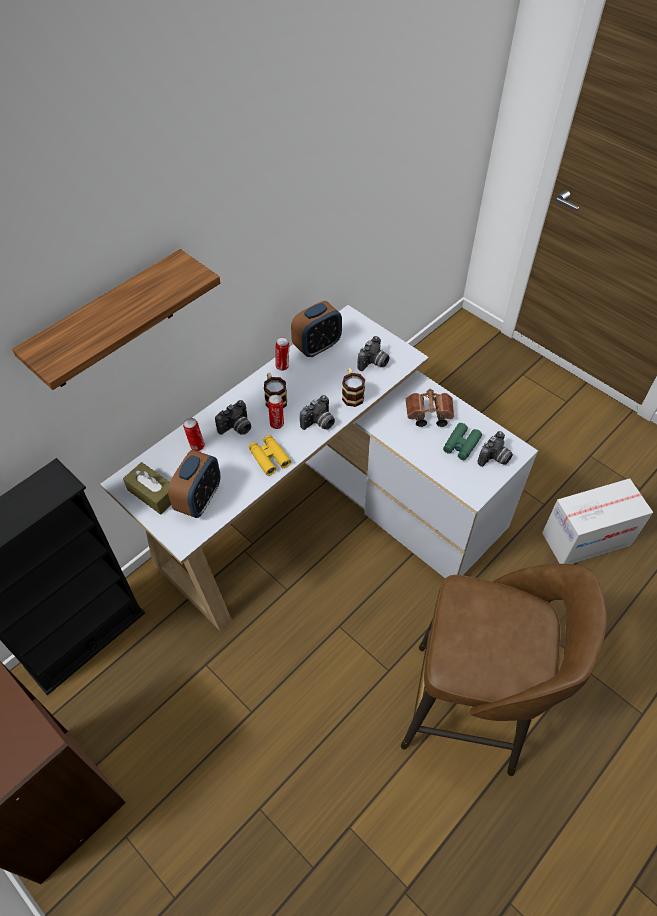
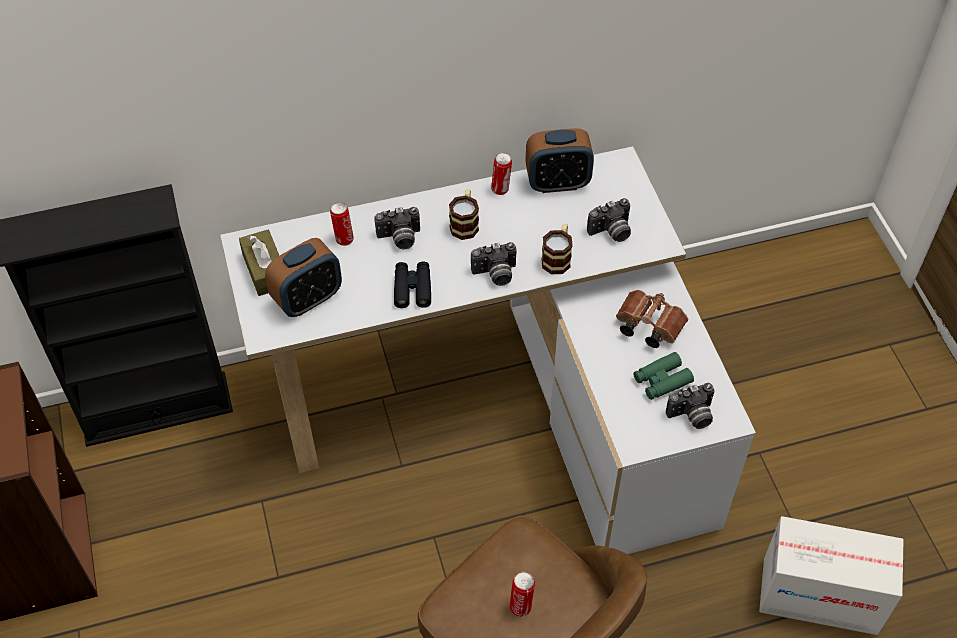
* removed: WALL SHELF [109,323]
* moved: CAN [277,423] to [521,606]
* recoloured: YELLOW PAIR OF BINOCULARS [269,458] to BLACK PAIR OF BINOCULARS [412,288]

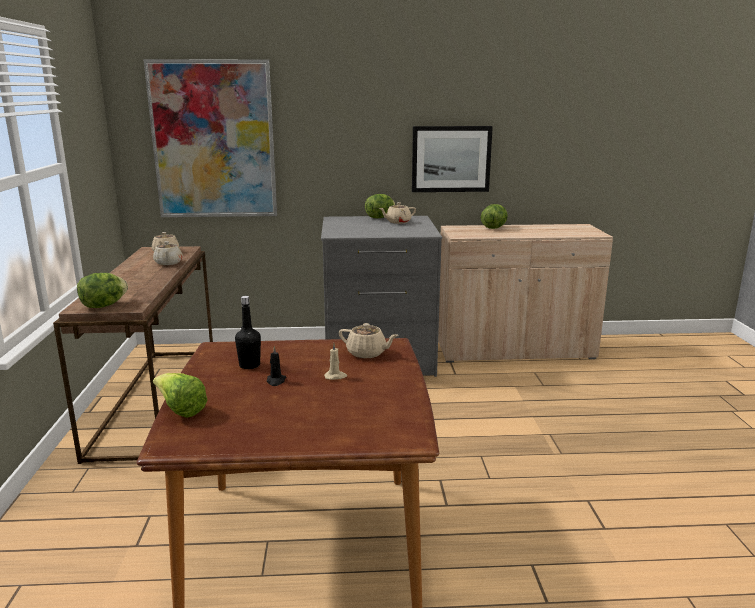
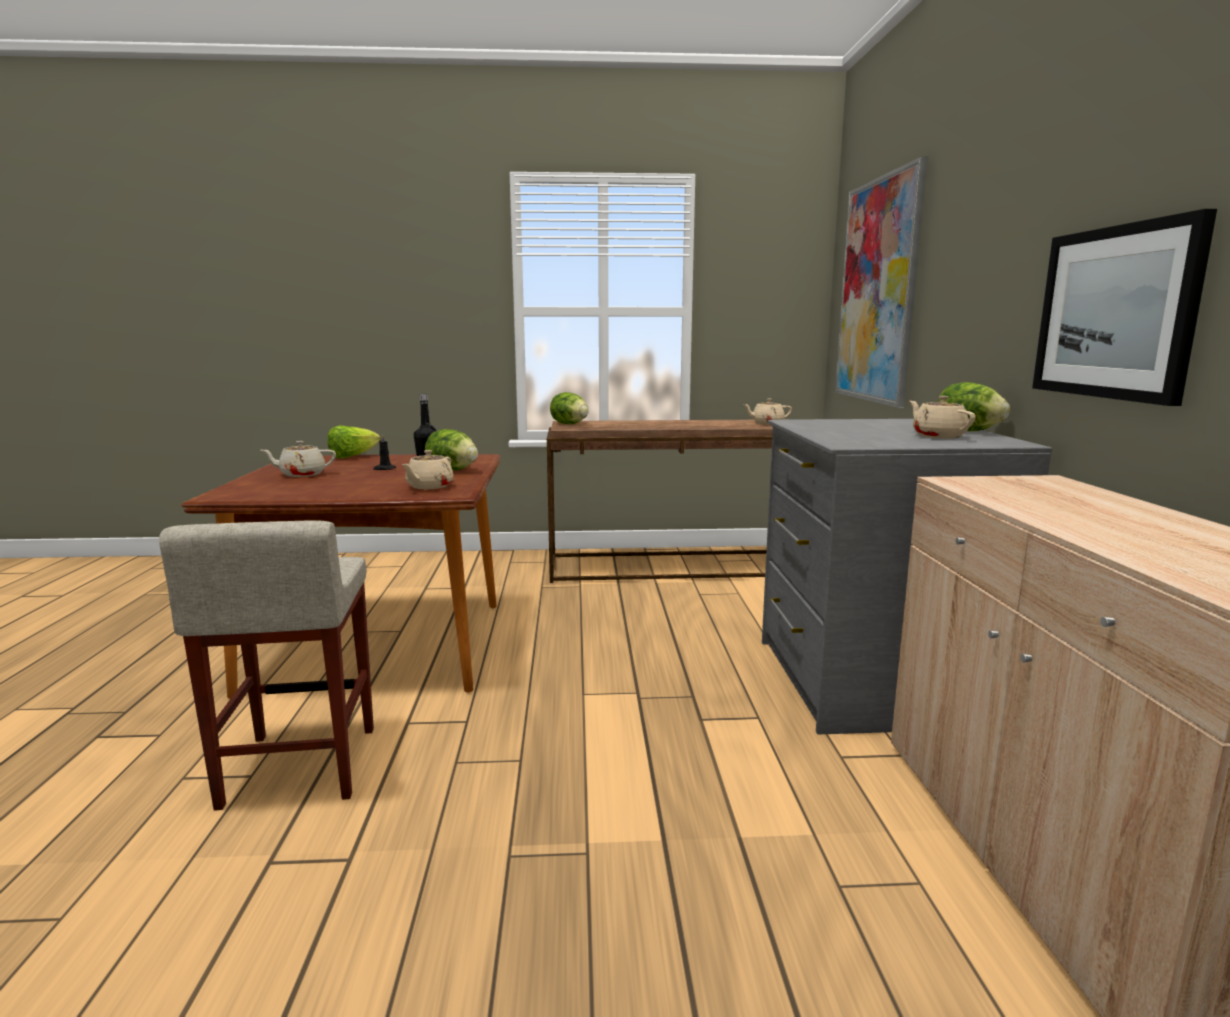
* moved: LETTUCE HEAD [494,228] to [452,470]
* moved: SAND-COLOURED TEA POT [168,263] to [301,474]
* removed: SAND-COLOURED WAX LIGHT [335,376]
* added: SAND-COLOURED SITTING STOOL [299,767]

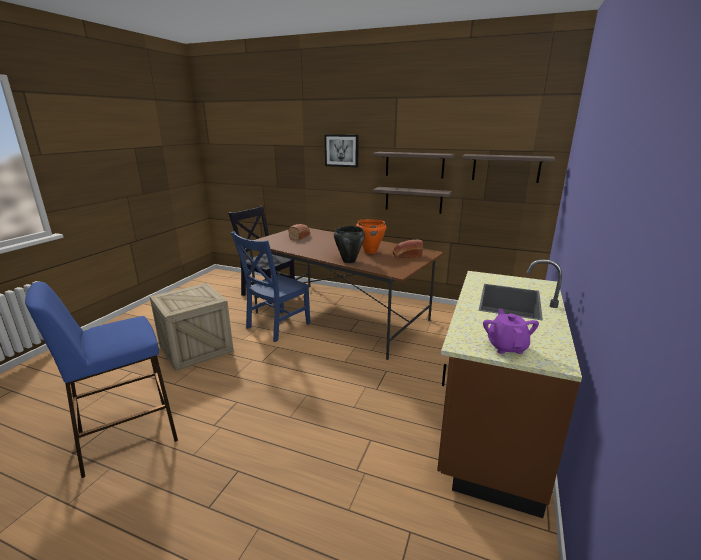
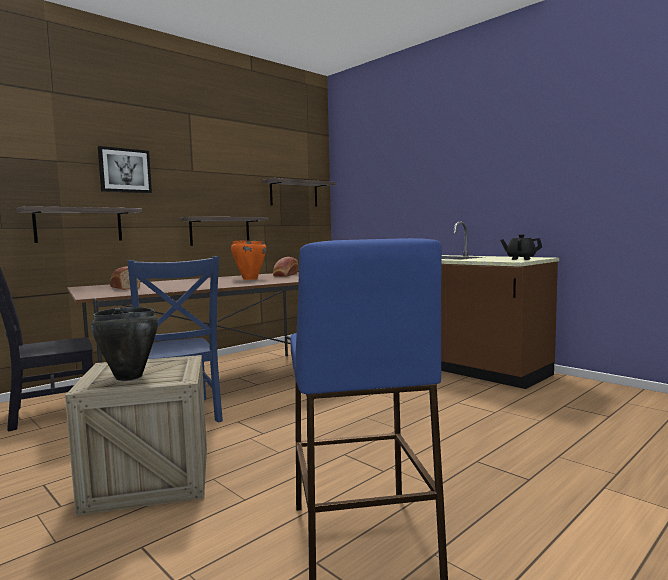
* moved: WALL SHELF [414,164] to [79,225]
* moved: BLACK SAUCEPOT [348,261] to [128,377]
* recoloured: PURPLISH TEA POT [506,347] to BLACK TEA POT [520,259]

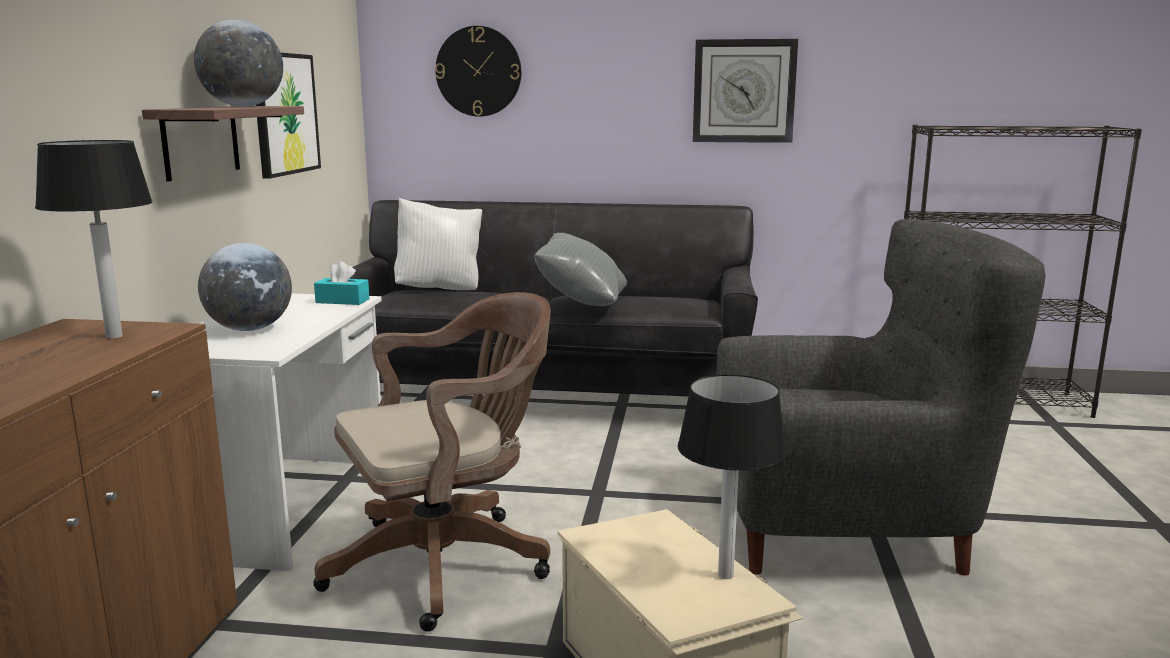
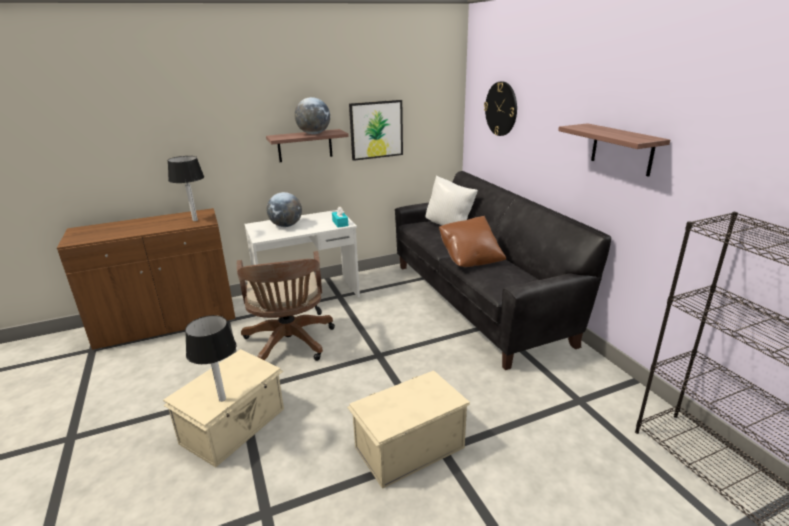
* replaced: HANGING CLOCK [744,91] to WALL SHELF [622,149]
* replaced: GRAY ARMCHAIR [846,528] to SAND-COLOURED STORAGE BOX [408,447]
* recoloured: GRAY CUSHION [581,302] to BROWN-COLOURED CUSHION [470,260]
* turned: BROWN-COLOURED COMPUTER CHAIR [448,562] = [289,344] 45 degrees clockwise

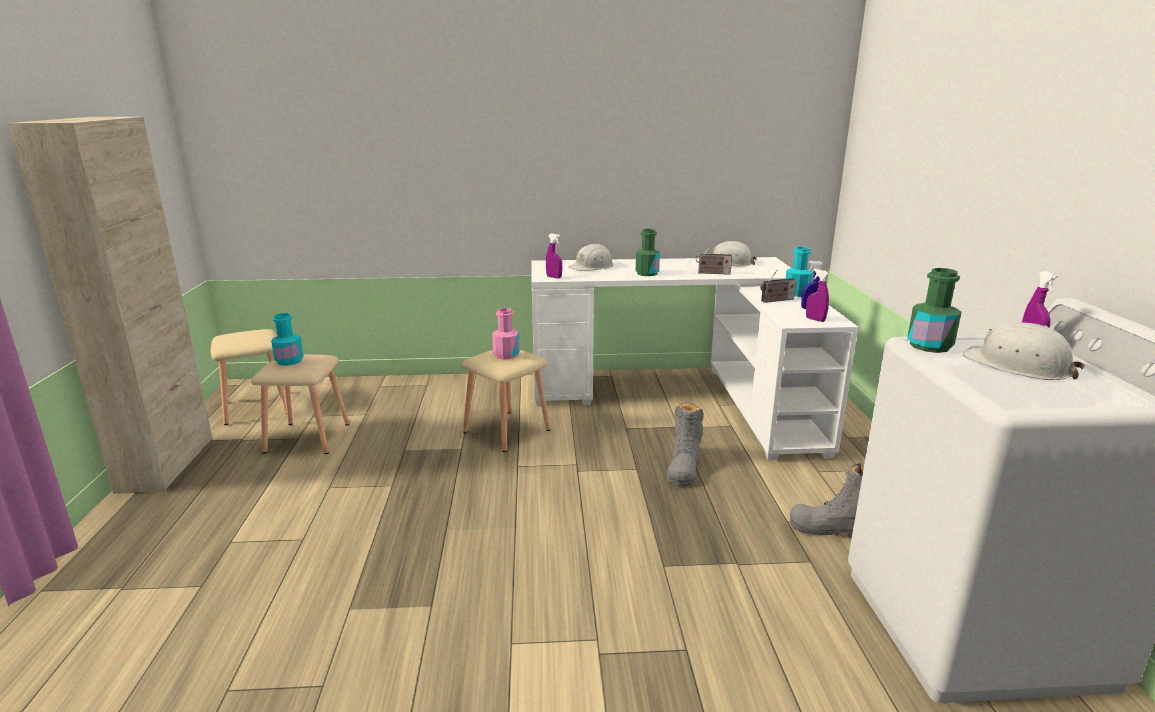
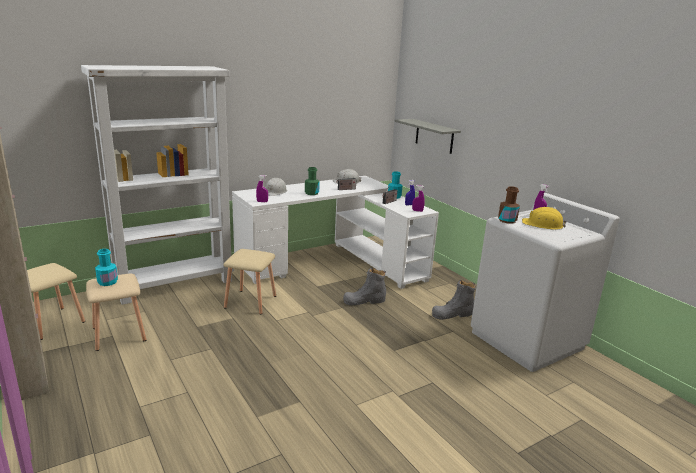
* recoloured: GREEN BOTTLE [929,346] to BROWN-COLOURED BOTTLE [507,220]
* removed: PINK BOTTLE [506,355]
* recoloured: WHITE-COLOURED HARD HAT [1018,365] to YELLOW HARD HAT [543,224]
* turned: GRAY BOOT [683,467] = [364,301] 90 degrees clockwise
* added: WHITE-COLOURED BOOKSHELF [175,284]
* added: GRAY WALL SHELF [434,136]

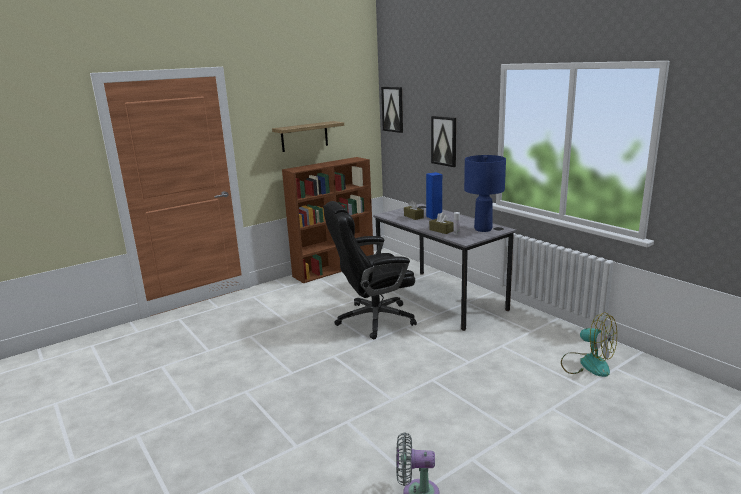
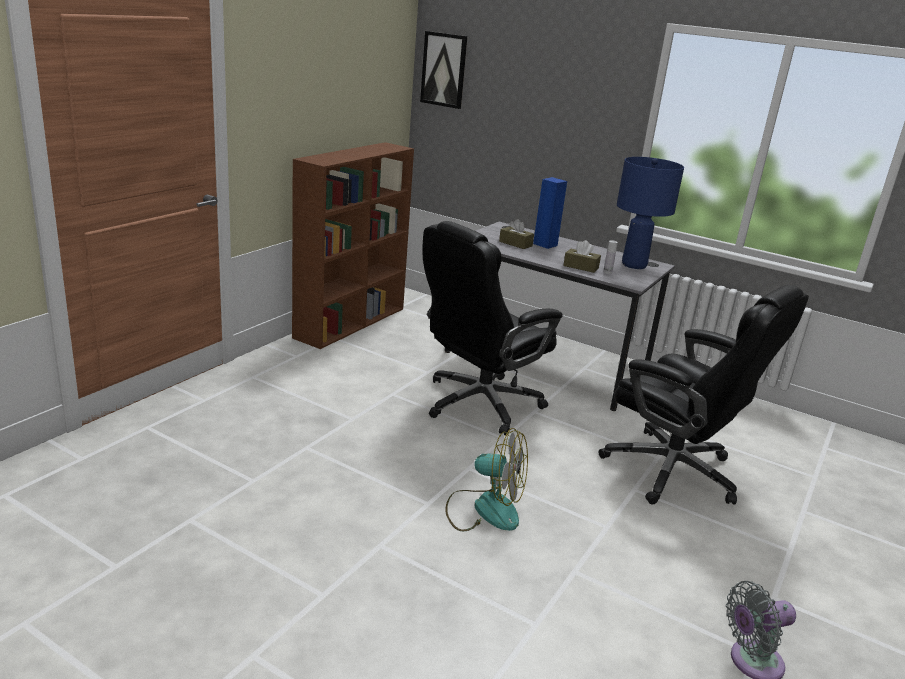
* removed: WALL ART [444,141]
* removed: WALL SHELF [304,136]
* moved: ELECTRIC FAN [587,364] to [484,509]
* added: BLACK COMPUTER CHAIR [674,472]

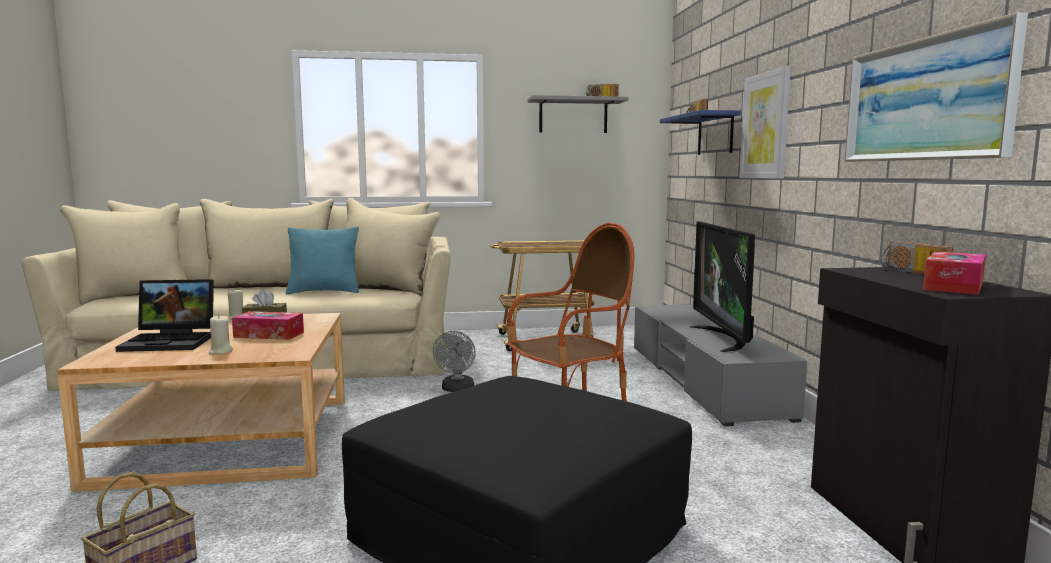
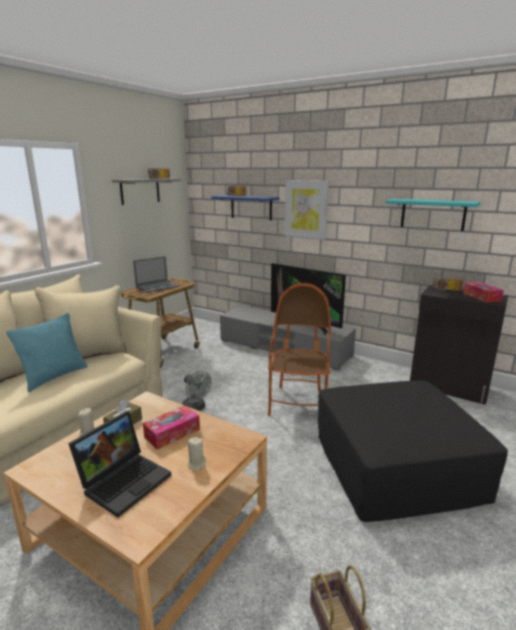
* replaced: WALL ART [925,100] to BLUE-GREEN WALL SHELF [433,214]
* added: NOTEBOOK COMPUTER [157,286]

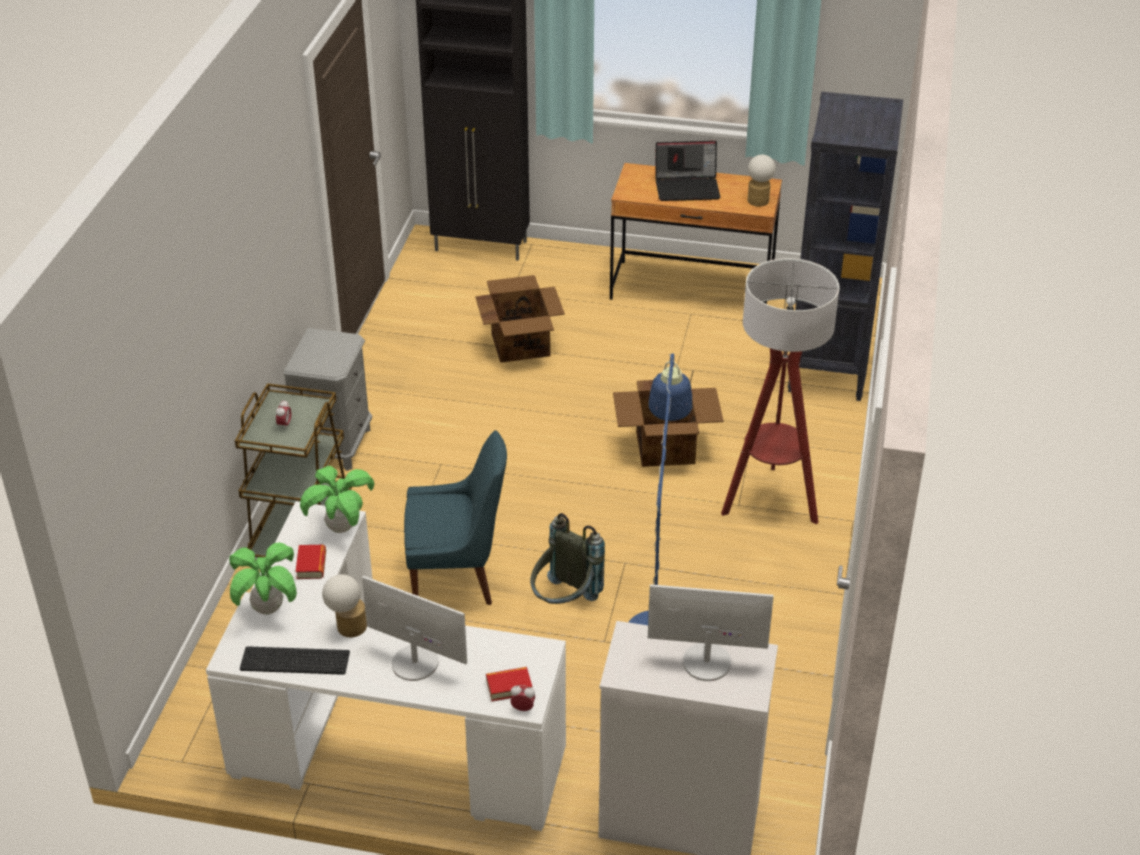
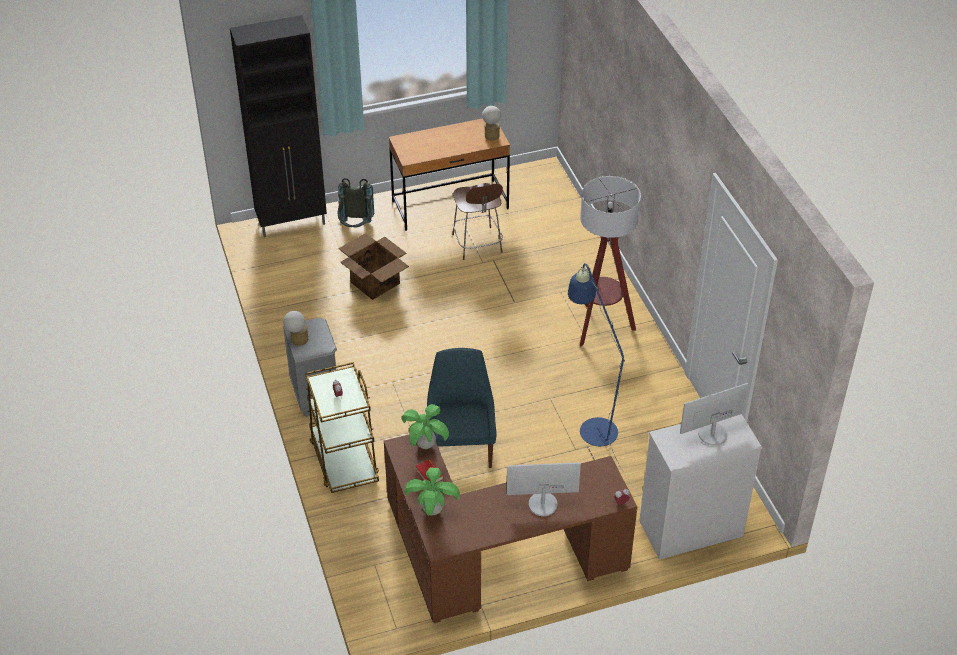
* removed: BLACK BOOKSHELF [827,369]
* removed: NOTEBOOK COMPUTER [688,187]
* removed: CARTON [666,448]
* turned: BLUE-COLOURED PLAIN CHAIR [457,576] = [461,447] 60 degrees counterclockwise
* recoloured: WHITE-COLOURED DESK TABLE [376,734] to BROWN-COLOURED DESK TABLE [494,560]
* moved: GRAY BACKPACK [564,602] to [356,228]
* moved: LAMP FOR A TABLE [347,626] to [297,340]
* removed: PC KEYBOARD [293,662]
* removed: VOLUME [509,687]
* added: BROWN-COLOURED SITTING STOOL [477,245]

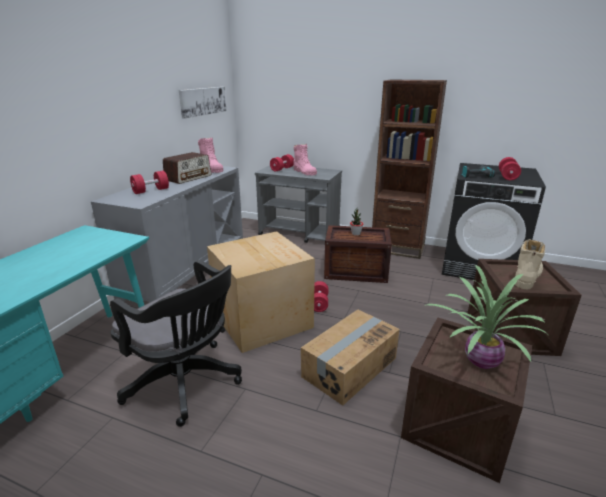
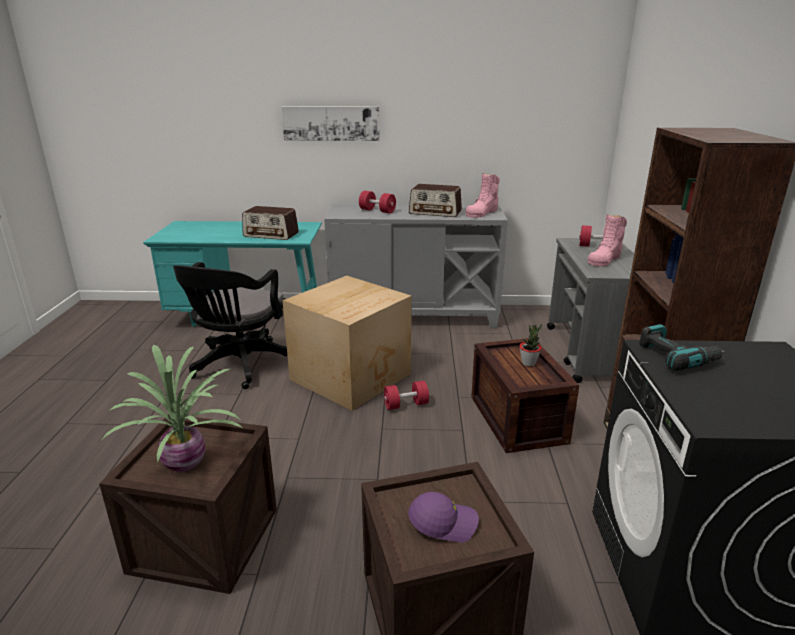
* moved: WALL ART [203,101] to [331,123]
* removed: REDDISH FREE WEIGHT [507,176]
* replaced: SAND-COLOURED BOOT [527,277] to PURPLISH CAP [443,522]
* removed: CARTON [349,367]
* added: RADIO RECEIVER [271,235]

